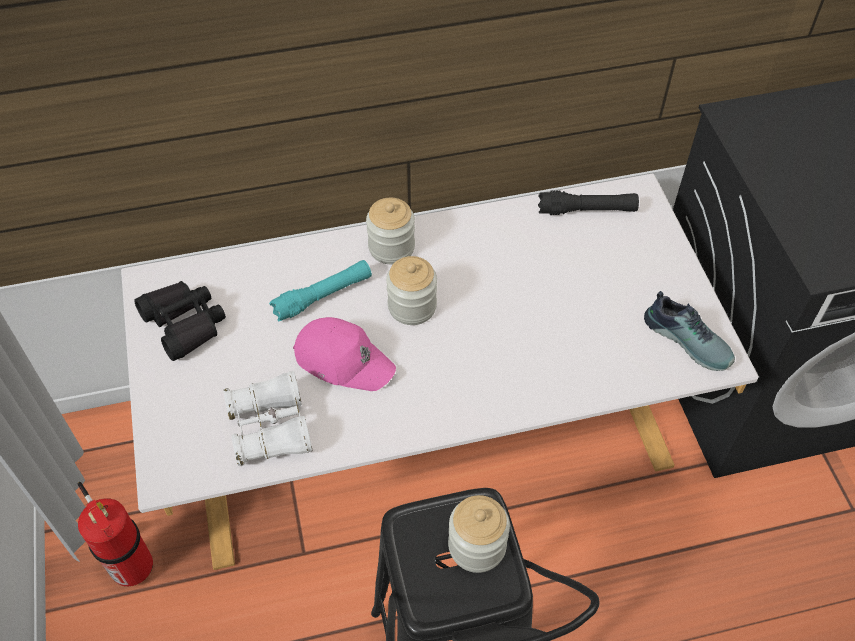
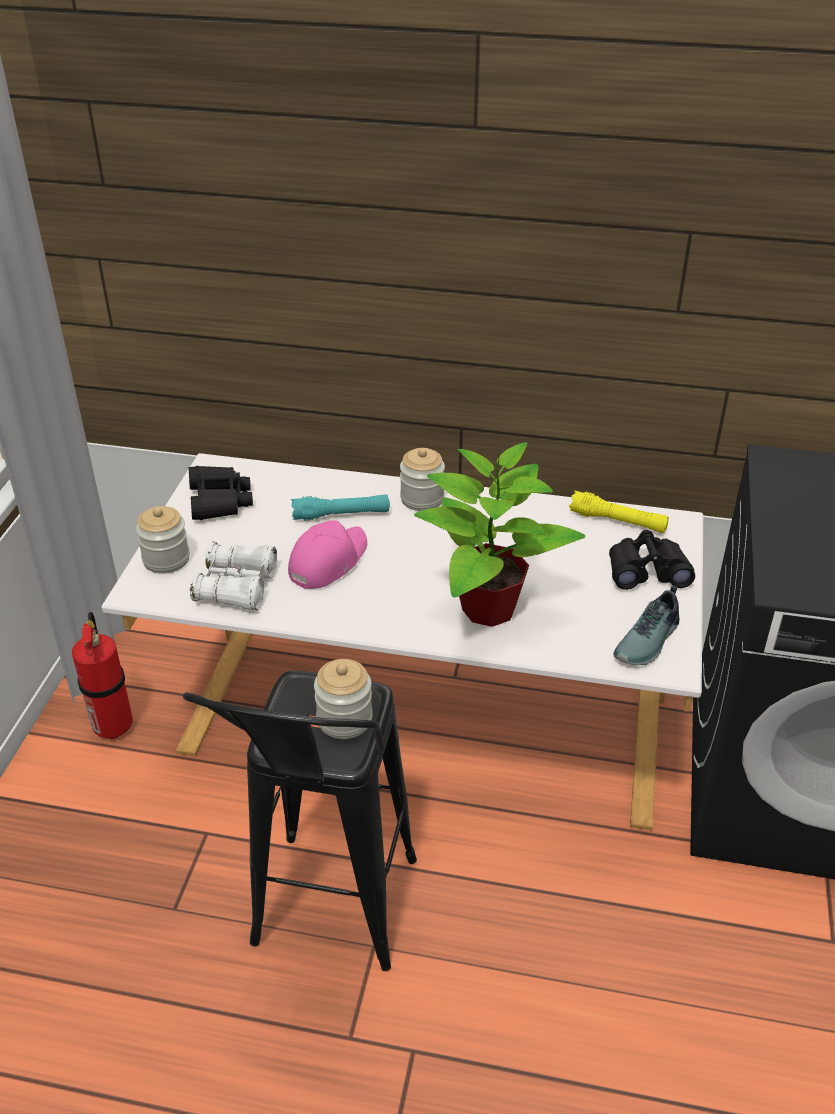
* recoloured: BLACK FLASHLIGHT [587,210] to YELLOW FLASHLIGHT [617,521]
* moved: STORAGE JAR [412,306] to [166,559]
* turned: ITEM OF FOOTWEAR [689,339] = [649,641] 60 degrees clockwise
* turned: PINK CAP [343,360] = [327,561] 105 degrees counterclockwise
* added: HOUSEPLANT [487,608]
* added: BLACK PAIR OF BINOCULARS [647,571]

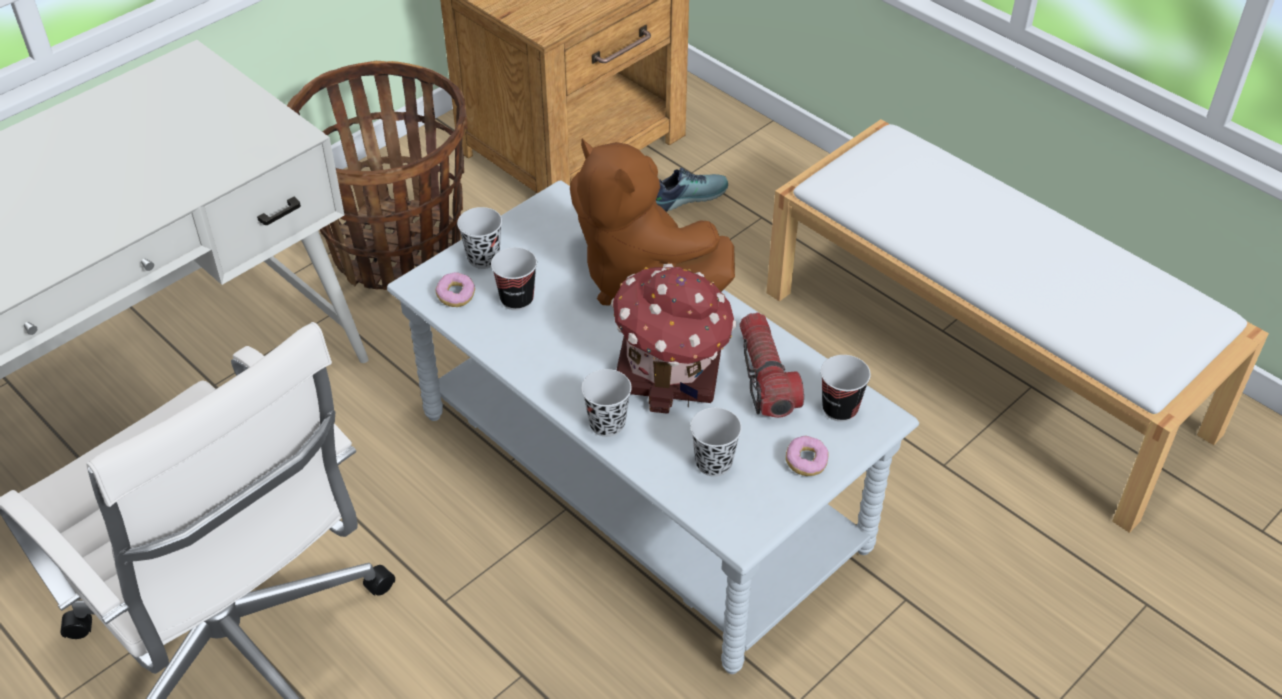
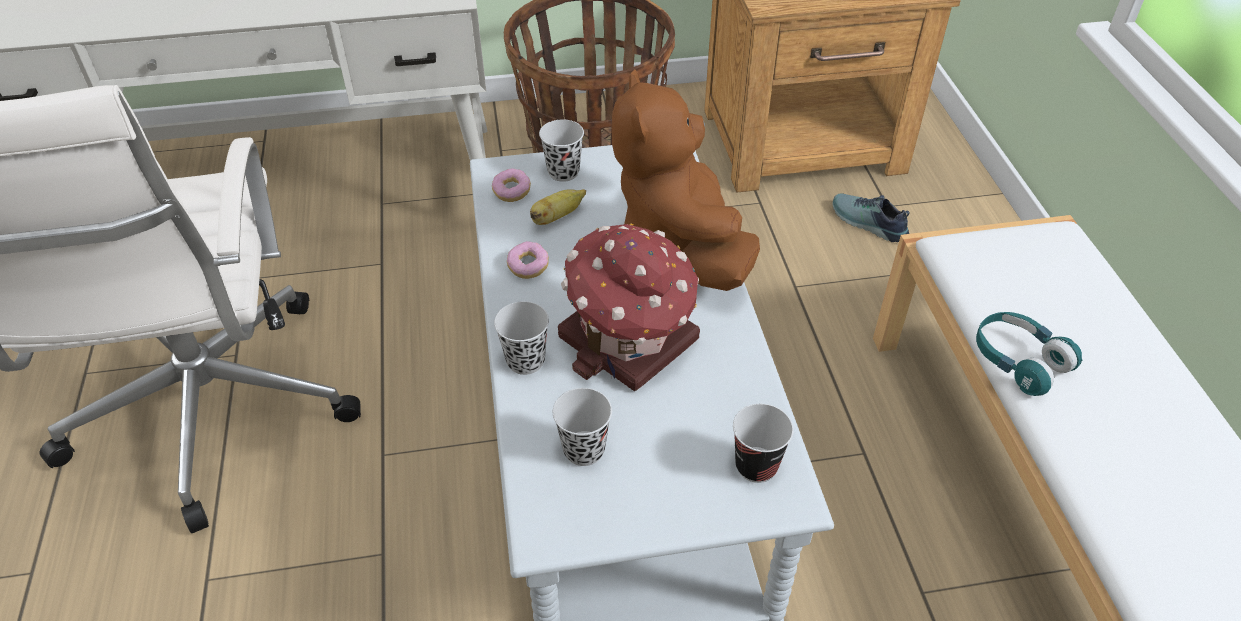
* turned: ITEM OF FOOTWEAR [687,196] = [867,224] 150 degrees counterclockwise
* replaced: DRINKING CUP [517,299] to BANANA [557,217]
* removed: FLASHLIGHT [765,376]
* moved: DONUT [806,462] to [528,267]
* added: BLUE-GREEN HEADSET [1018,361]

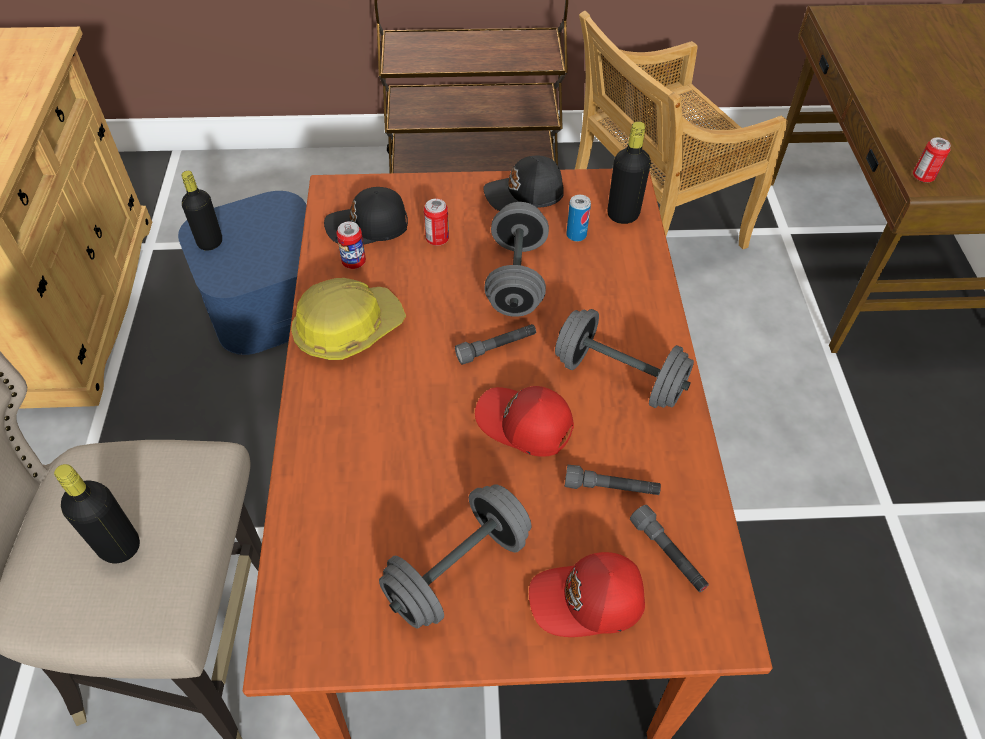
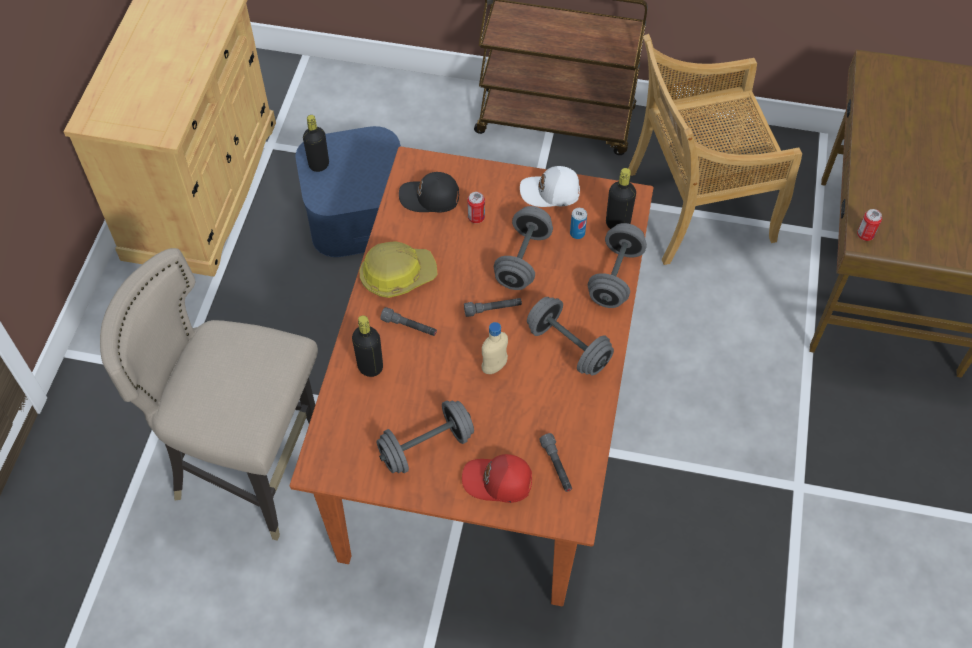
* recoloured: BLACK CAP [525,195] to WHITE-COLOURED CAP [550,193]
* removed: CAN [354,262]
* replaced: REDDISH CAP [524,425] to SAND-COLOURED BOTTLE [494,366]
* moved: BLACK BOTTLE [119,546] to [370,367]
* moved: GRAY FLASHLIGHT [611,488] to [409,327]
* added: GRAY FREE WEIGHT [615,277]

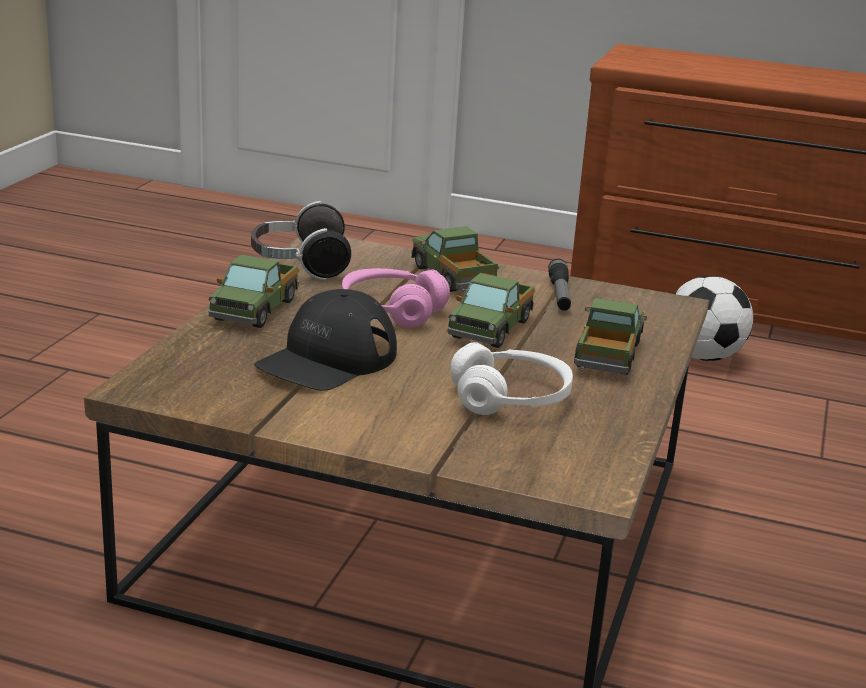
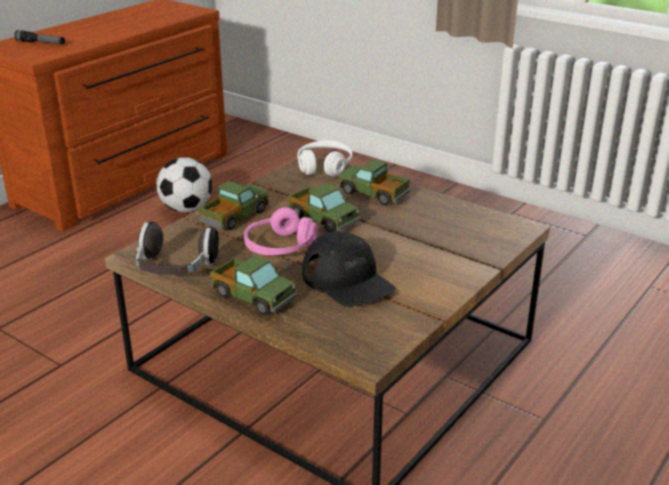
* turned: TOY TRUCK [453,277] = [235,217] 135 degrees clockwise
* moved: FLASHLIGHT [559,294] to [41,43]
* moved: WHITE-COLOURED HEADSET [510,399] to [324,167]

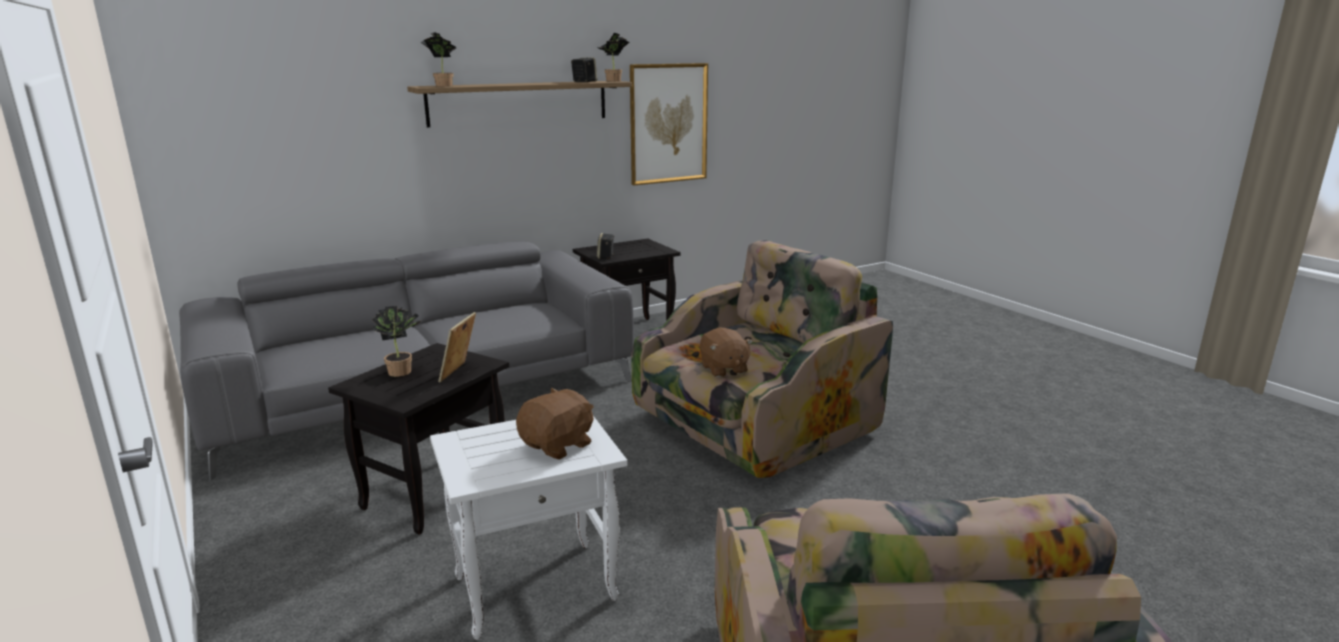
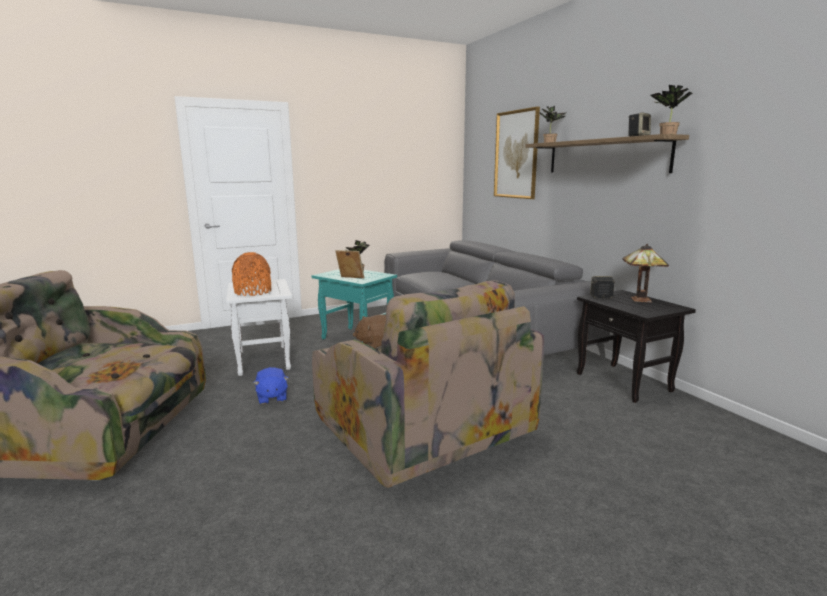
* moved: WALL ART [668,123] to [516,154]
* recoloured: BLACK SIDE TABLE [434,495] to BLUE-GREEN SIDE TABLE [355,339]
* replaced: BROWN-COLOURED SOFT TOY [558,445] to ORANGE-COLOURED VASE [253,292]
* added: LAMP FOR A TABLE [639,300]
* added: BLUE-COLOURED SOFT TOY [272,397]

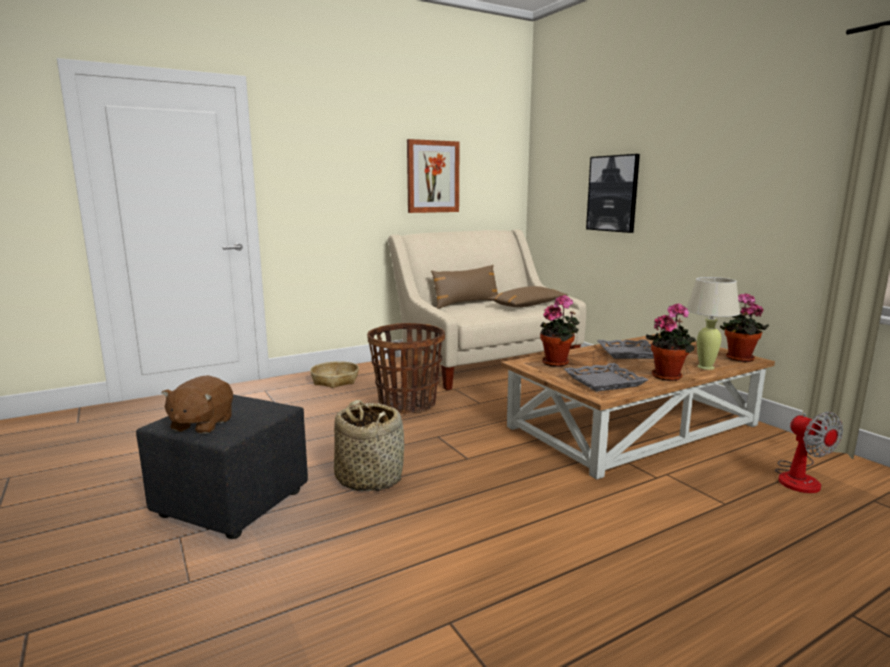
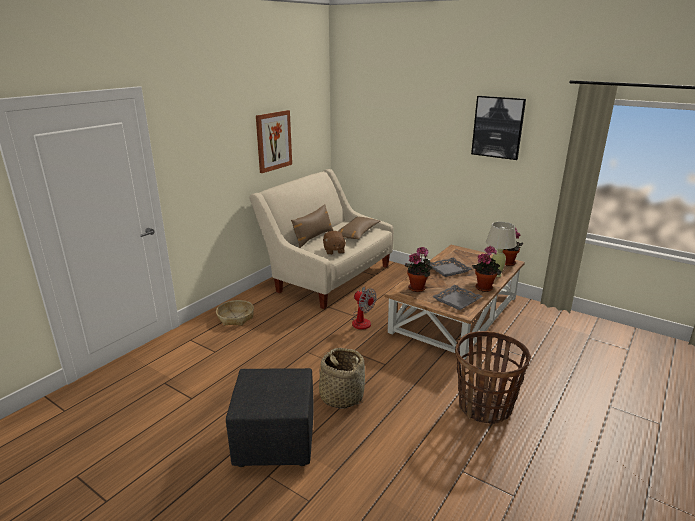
* moved: WALL ART [613,193] to [498,127]
* moved: HOUSEHOLD BASKET [407,404] to [484,407]
* moved: BROWN-COLOURED SOFT TOY [201,424] to [334,251]
* moved: ELECTRIC FAN [799,477] to [362,320]

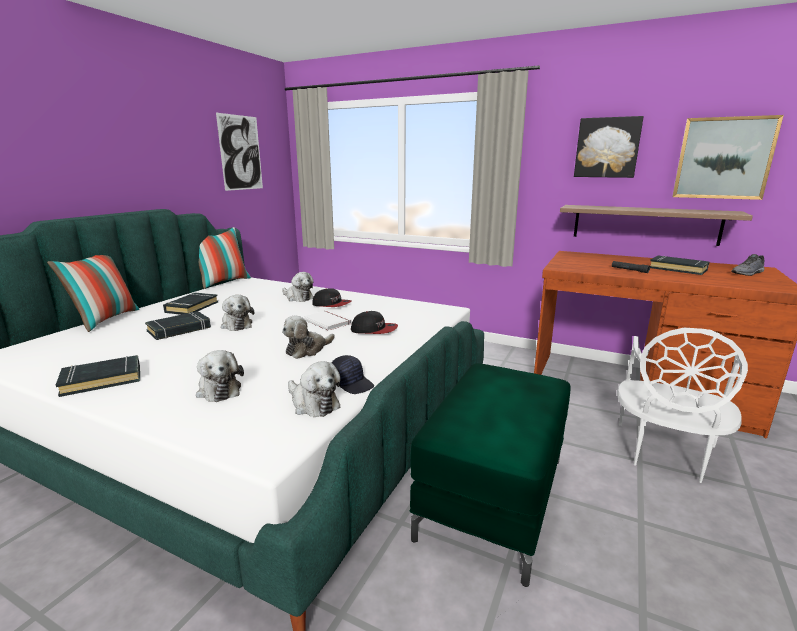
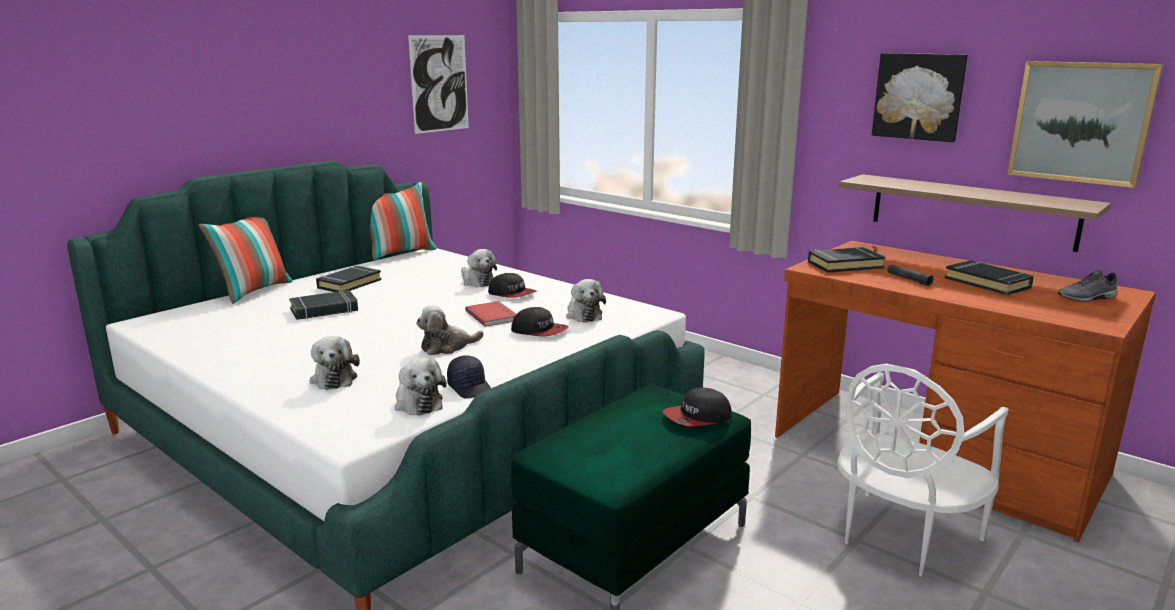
* moved: SOFT TOY [236,324] to [583,315]
* recoloured: WHITE-COLOURED VOLUME [328,321] to REDDISH VOLUME [493,315]
* moved: BLACK VOLUME [102,380] to [844,265]
* added: CAP [697,417]

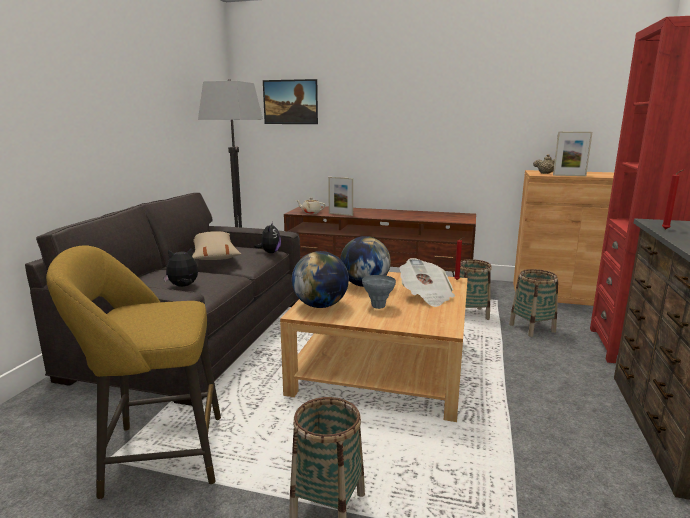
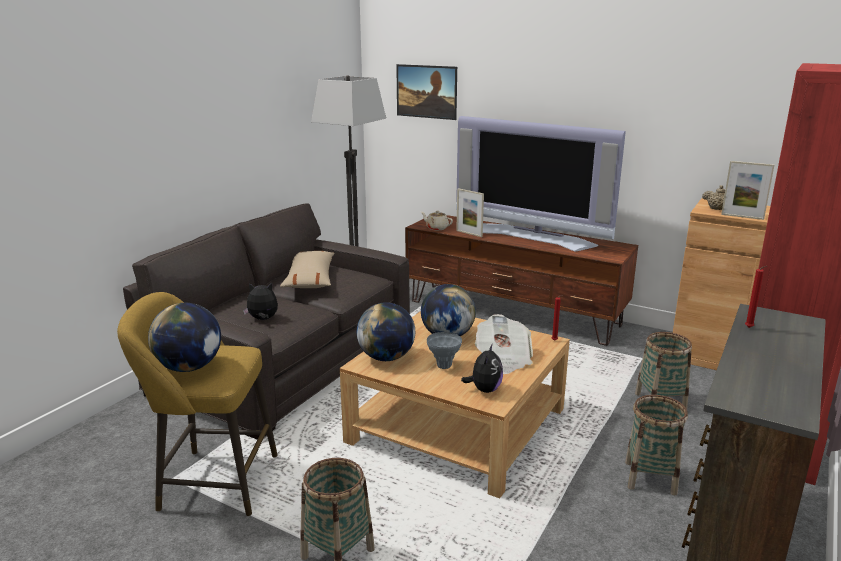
* moved: SOFT TOY [270,252] to [484,389]
* moved: HOUSEHOLD BASKET [470,314] to [650,478]
* added: TV [534,236]
* added: WORLD GLOBE [189,367]

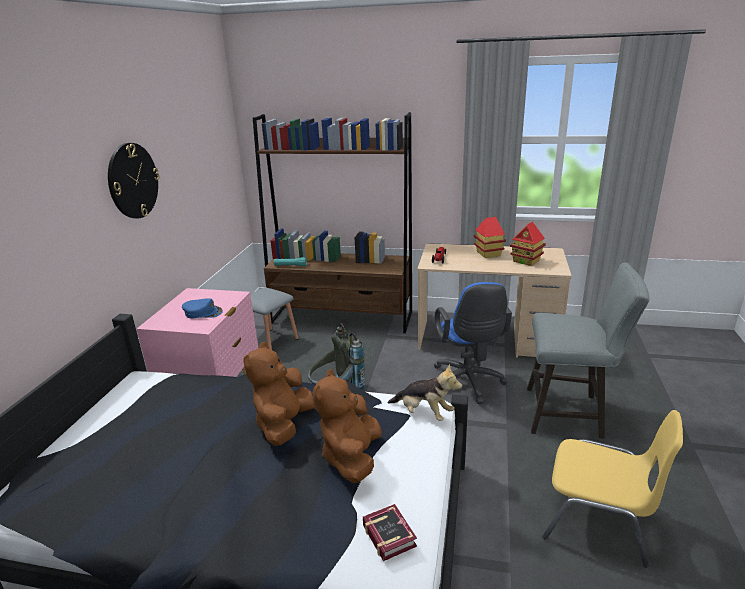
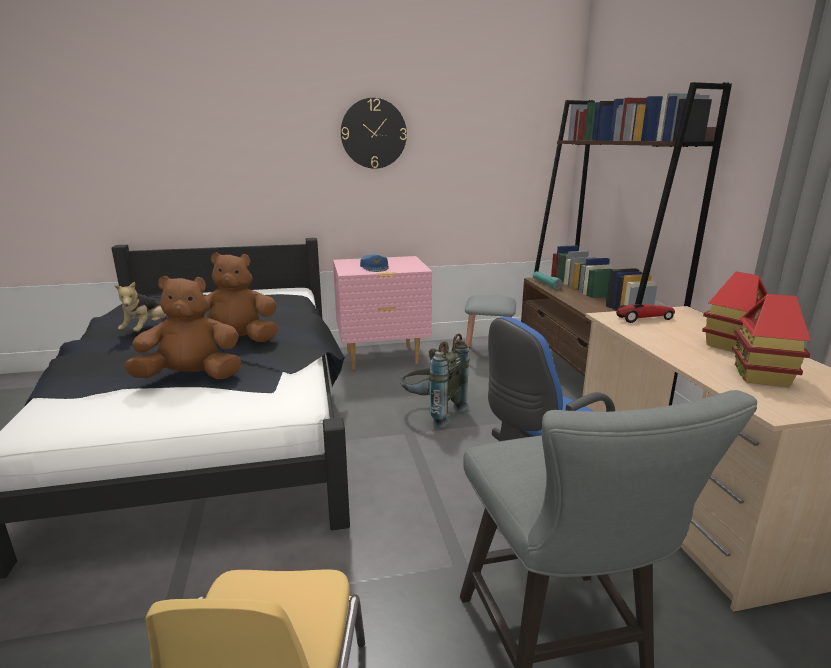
* moved: SOFT TOY [424,413] to [146,329]
* removed: VOLUME [389,533]

